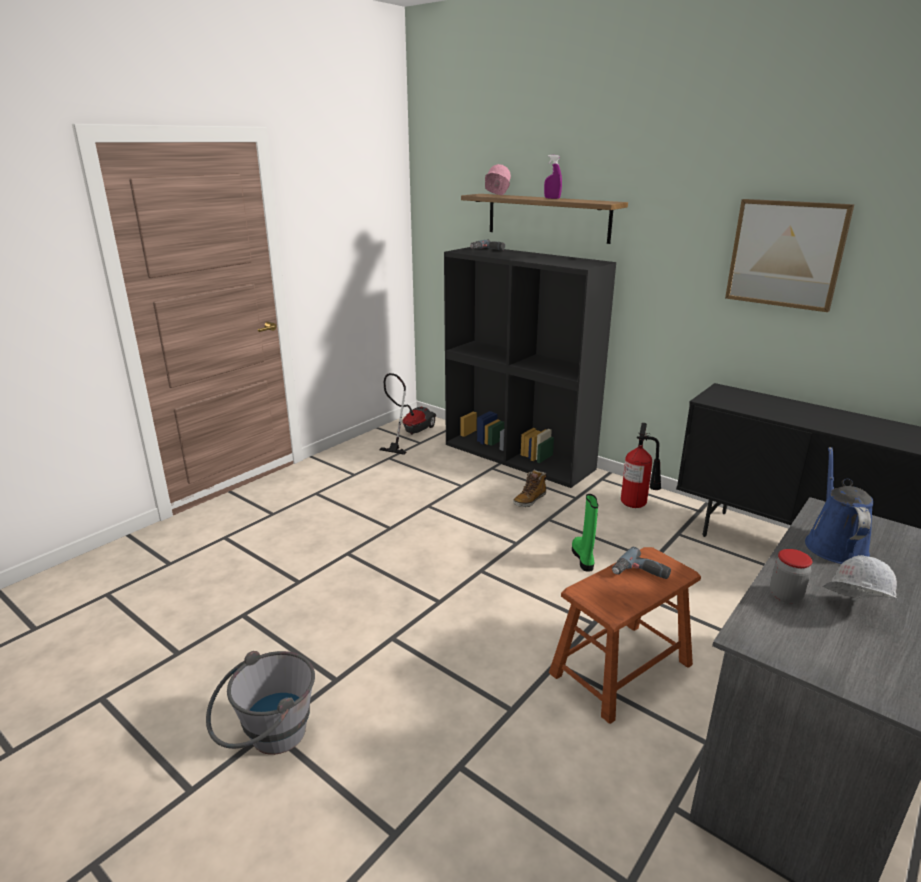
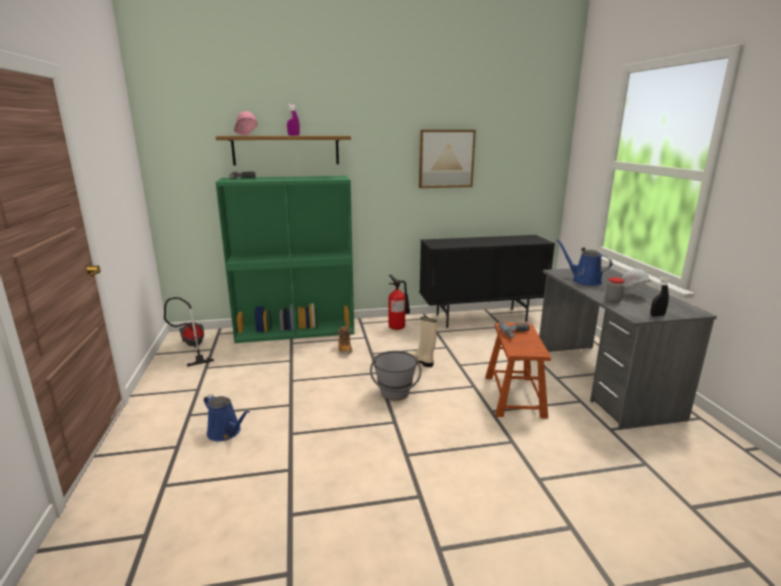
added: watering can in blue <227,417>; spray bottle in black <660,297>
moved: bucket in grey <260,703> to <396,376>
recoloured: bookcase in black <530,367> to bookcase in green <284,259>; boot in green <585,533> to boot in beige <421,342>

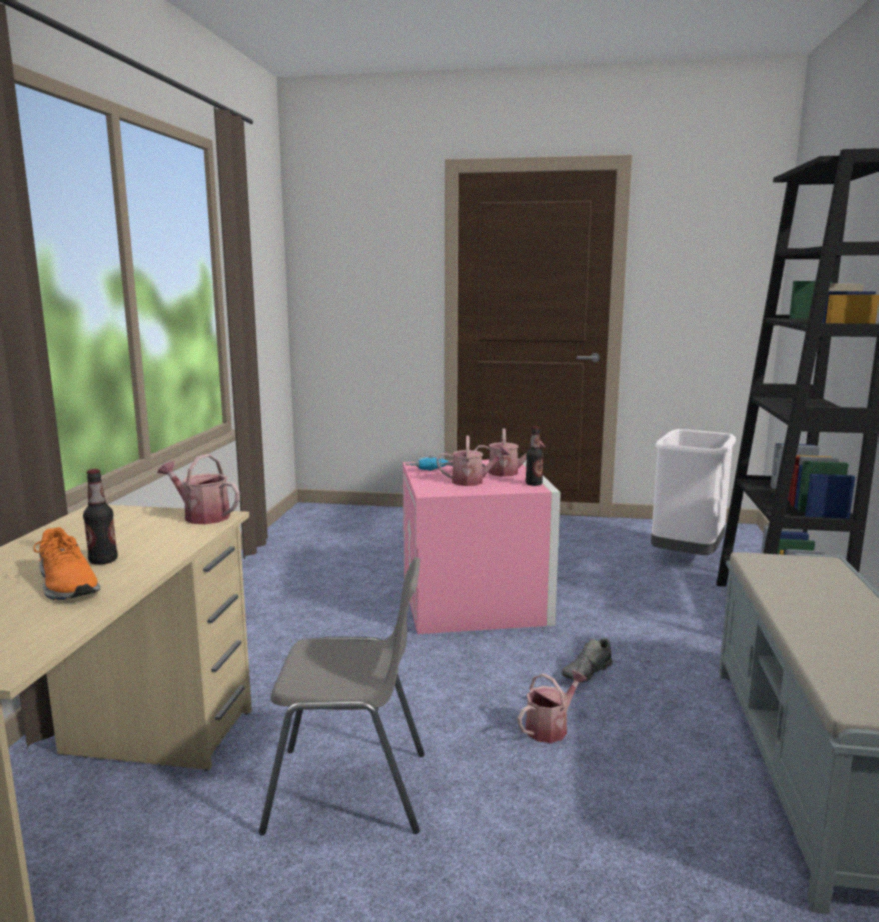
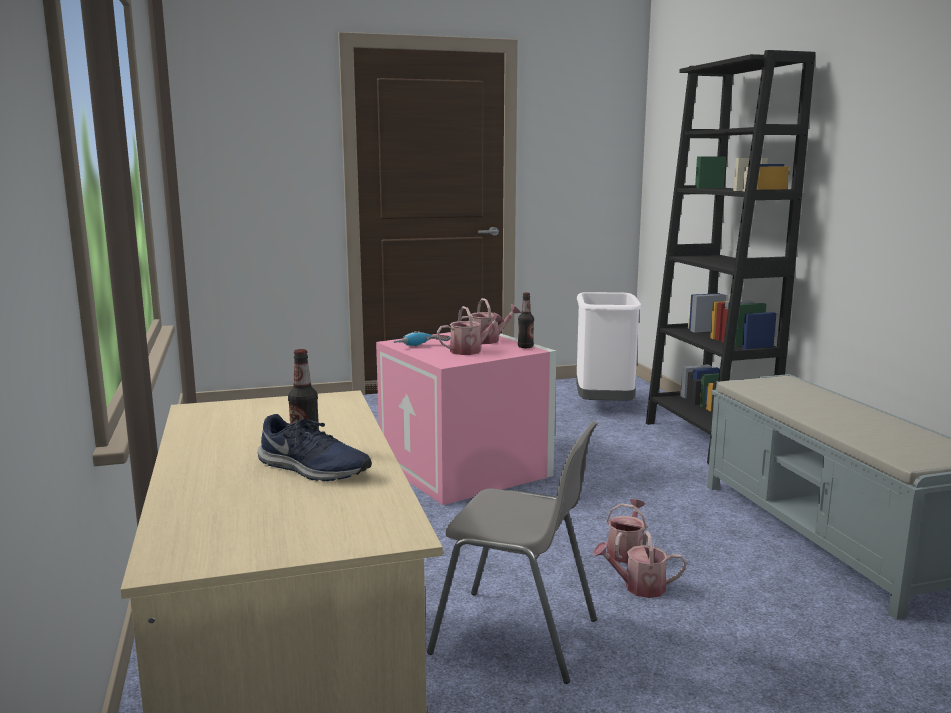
removed: shoe in grey <587,660>
moved: watering can <199,489> to <640,564>
recoloured: shoe in orange <66,563> to shoe in blue <314,447>
turned: chair in grey <341,696> = <512,552> 45 degrees clockwise

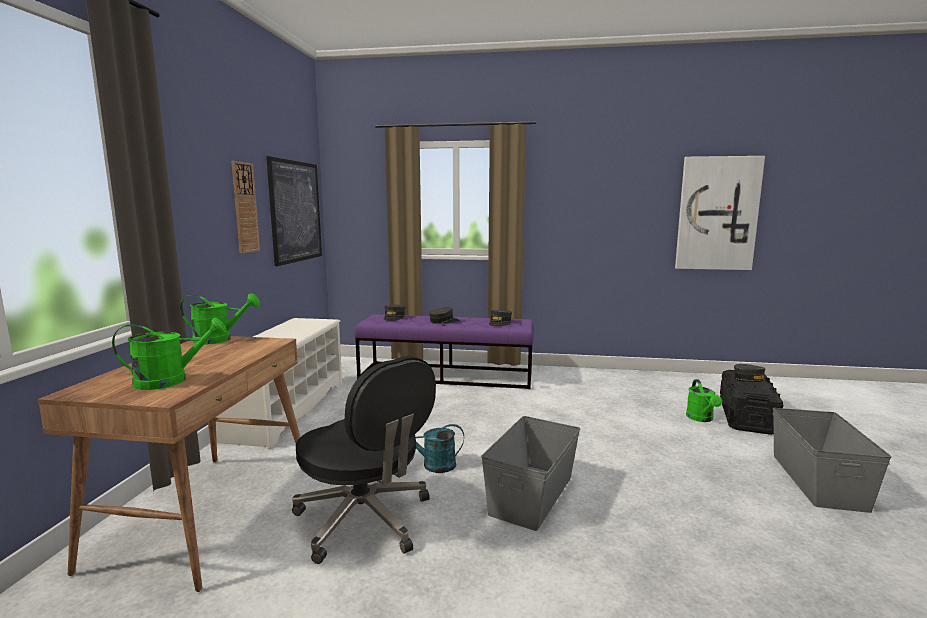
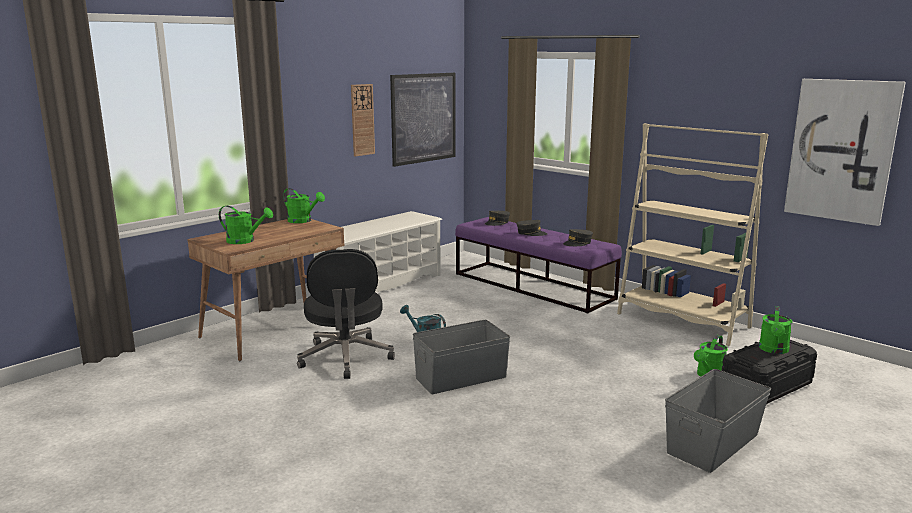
added: bookcase in beige <692,234>
replaced: cap in grey <752,376> to watering can in green <775,330>

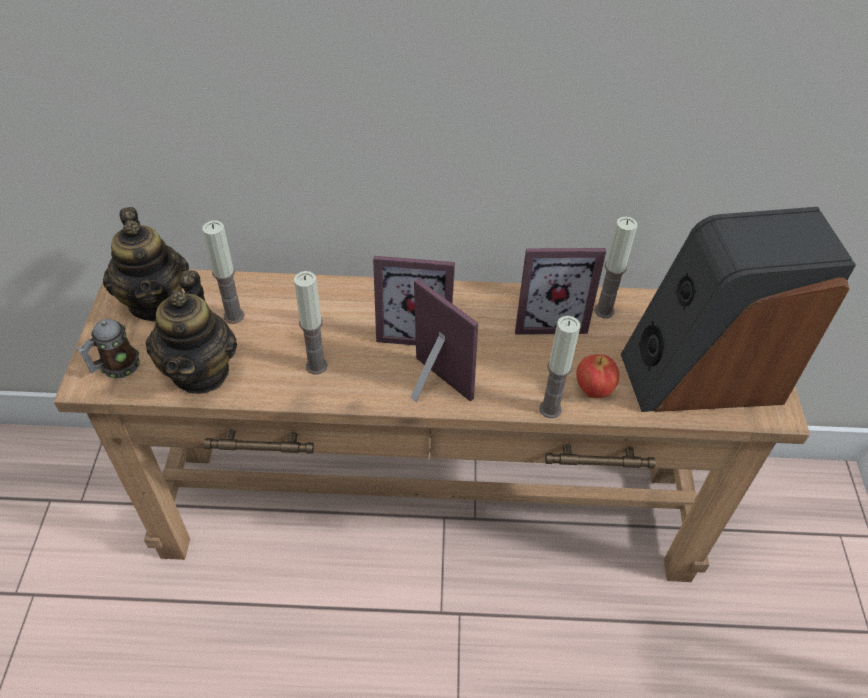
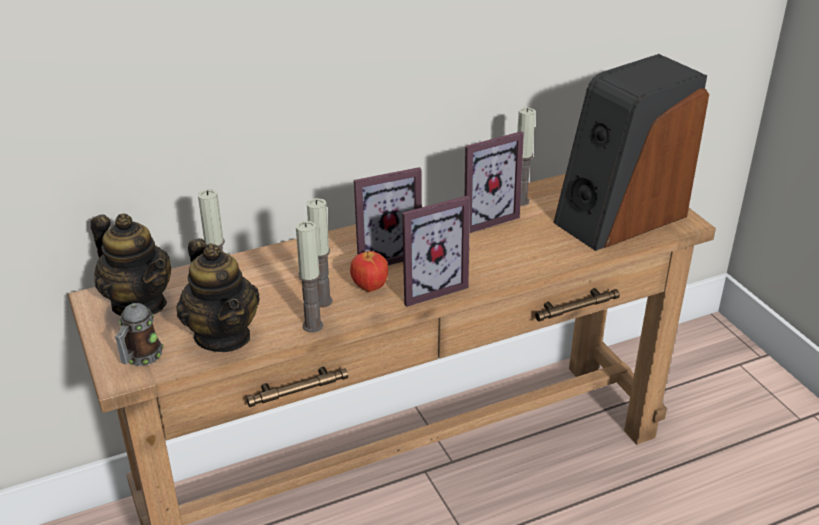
moved: candle <559,367> to <309,277>; apple <597,376> to <369,271>
turned: picture frame <444,340> = <436,251> 135 degrees clockwise

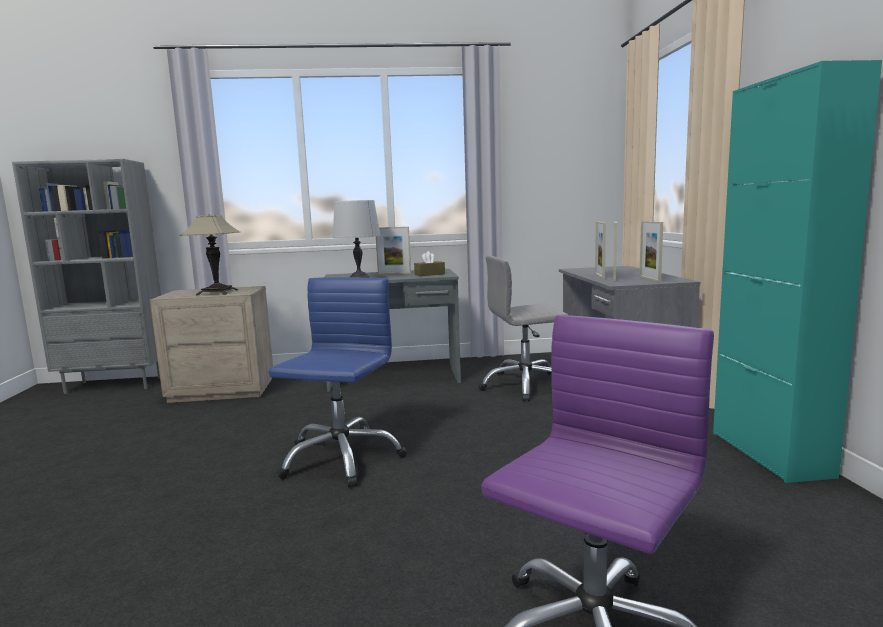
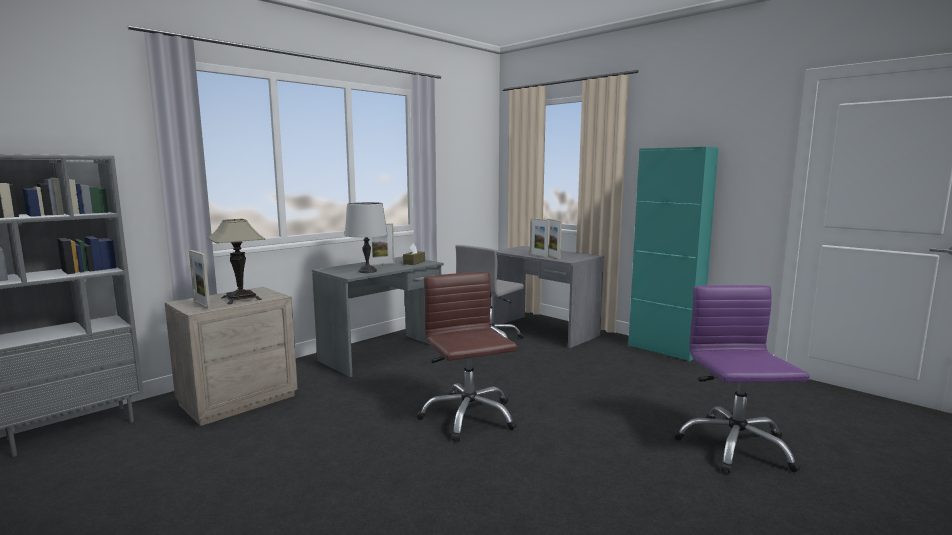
moved: picture frame <651,251> to <199,279>
recoloured: office chair in blue <338,382> to office chair in brown <467,356>

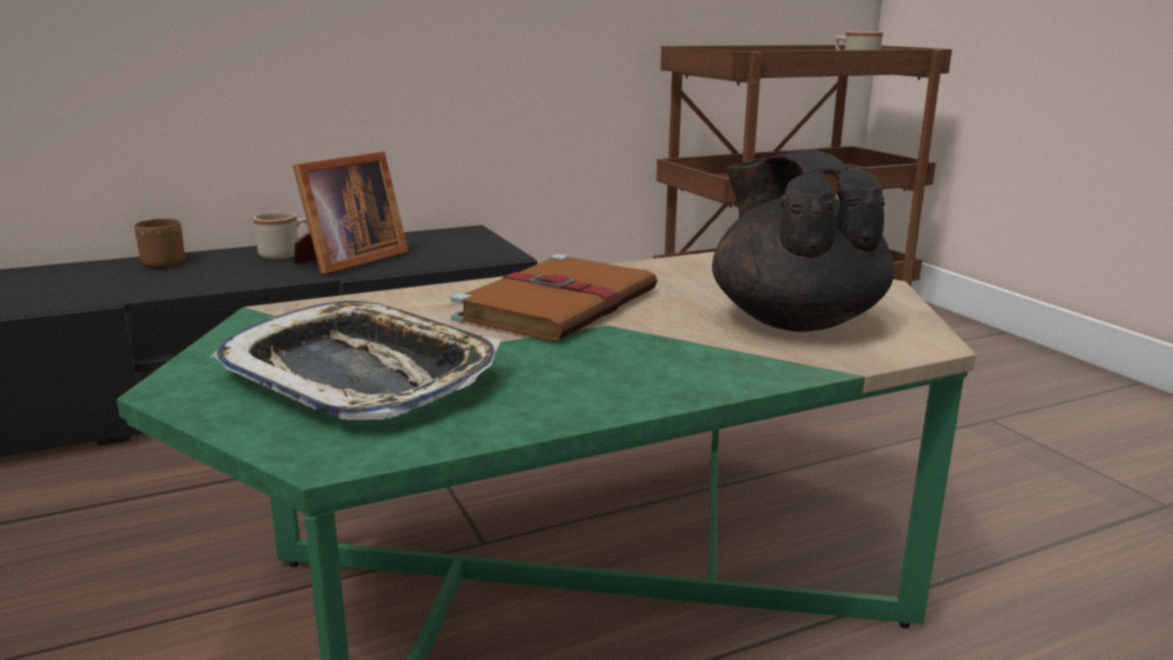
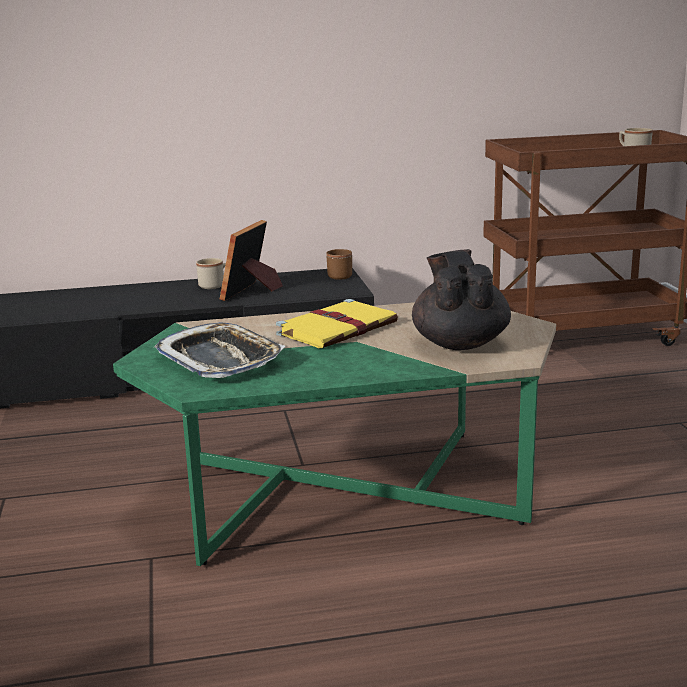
moved: mug in brown <159,243> to <339,264>
recoloured: book in brown <554,297> to book in yellow <337,323>
turned: picture frame <350,212> = <251,260> 150 degrees clockwise

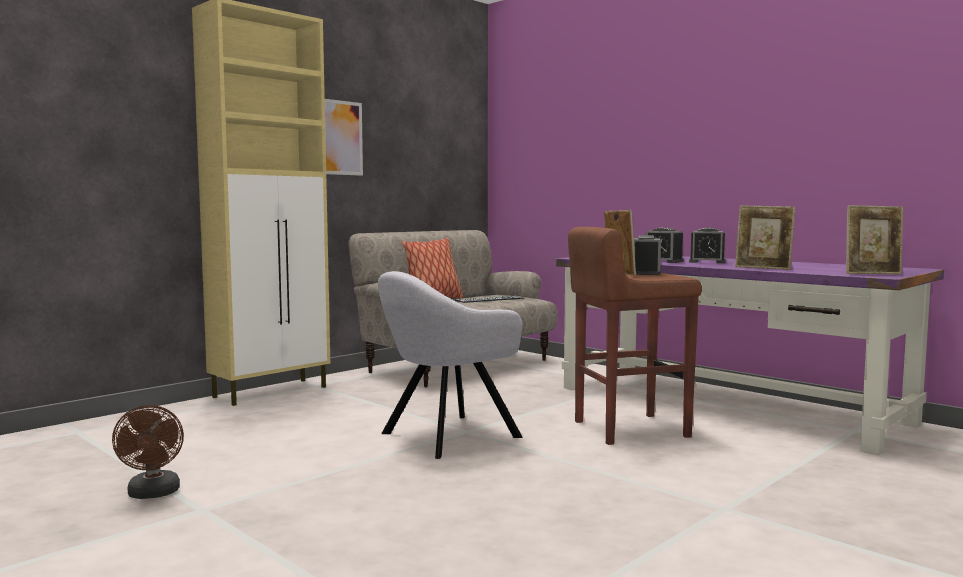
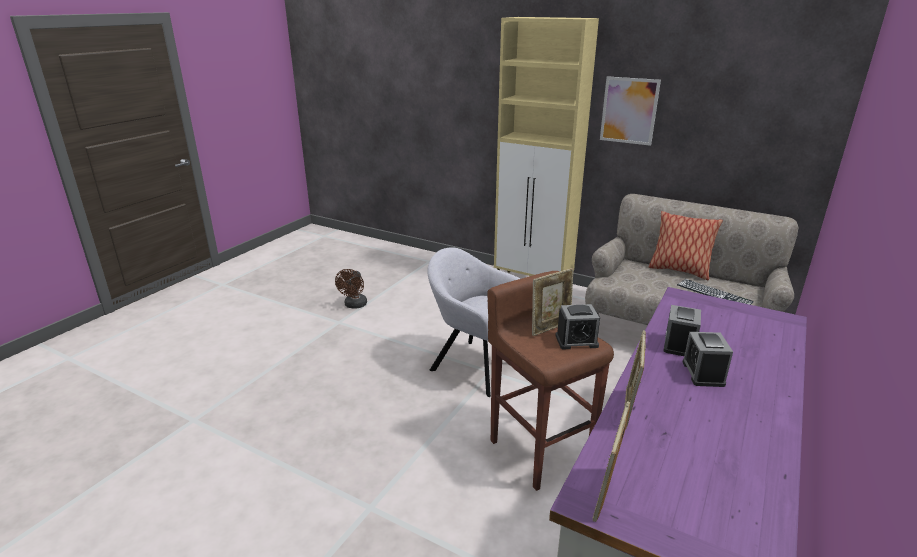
turned: fan in brown <148,452> = <351,288> 45 degrees counterclockwise; picture frame <874,239> = <611,461> 45 degrees clockwise

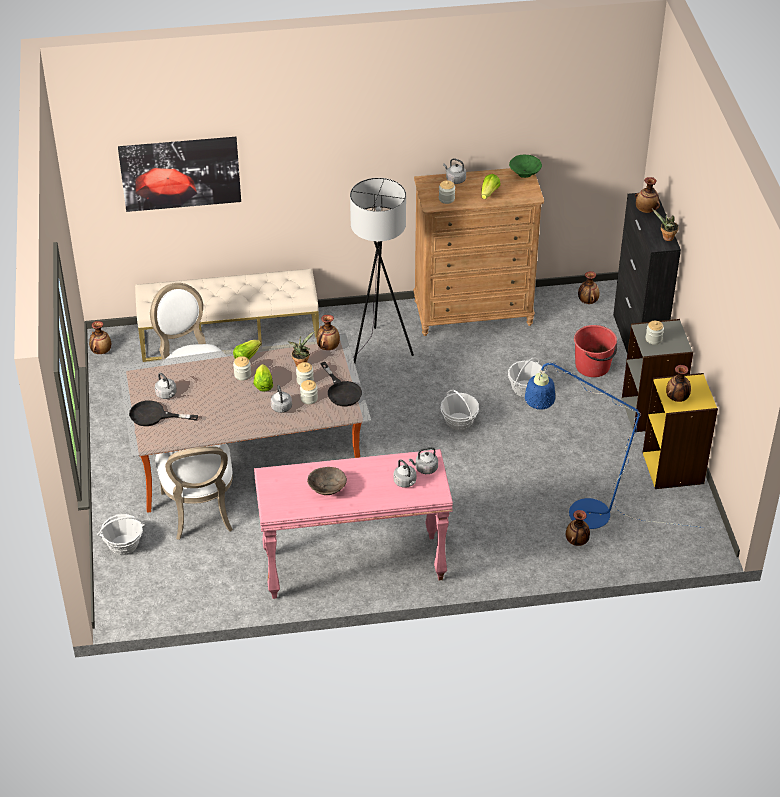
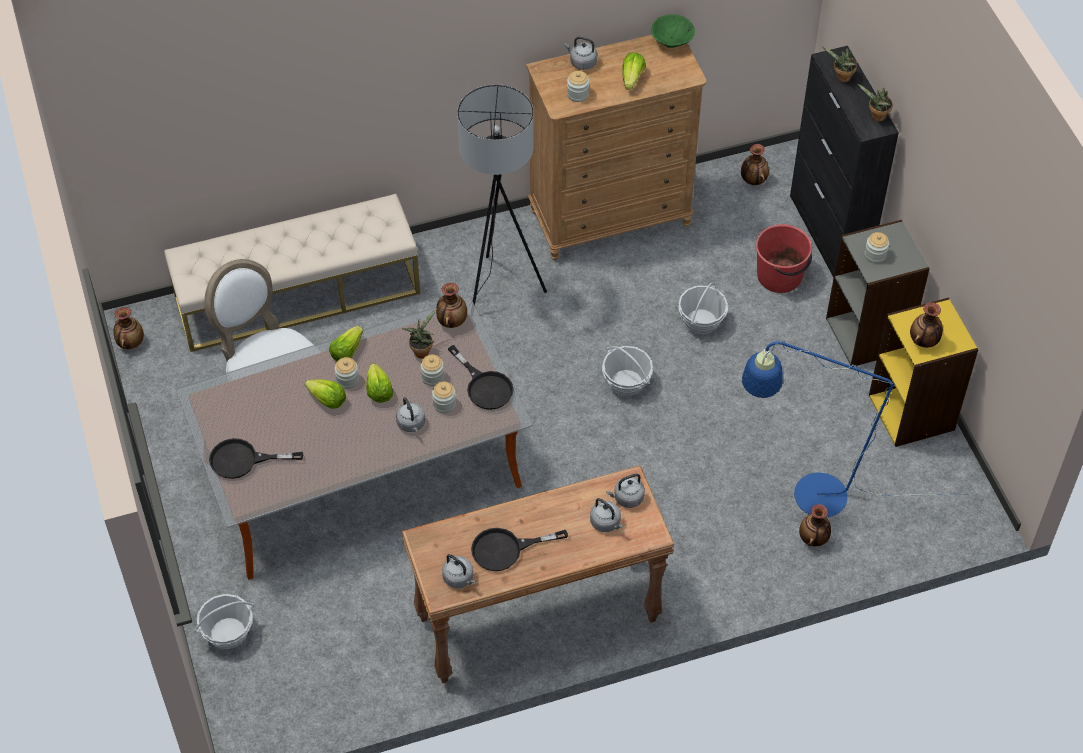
removed: picture <179,174>; chair in white <194,492>
added: lettuce <325,394>
moved: kettle in grey <166,386> to <458,571>
replaced: bowl in brown <327,481> to frying pan in black <519,549>; vase <647,195> to potted plant <839,64>
recoloured: console table in pink <353,524> to console table in brown <538,574>

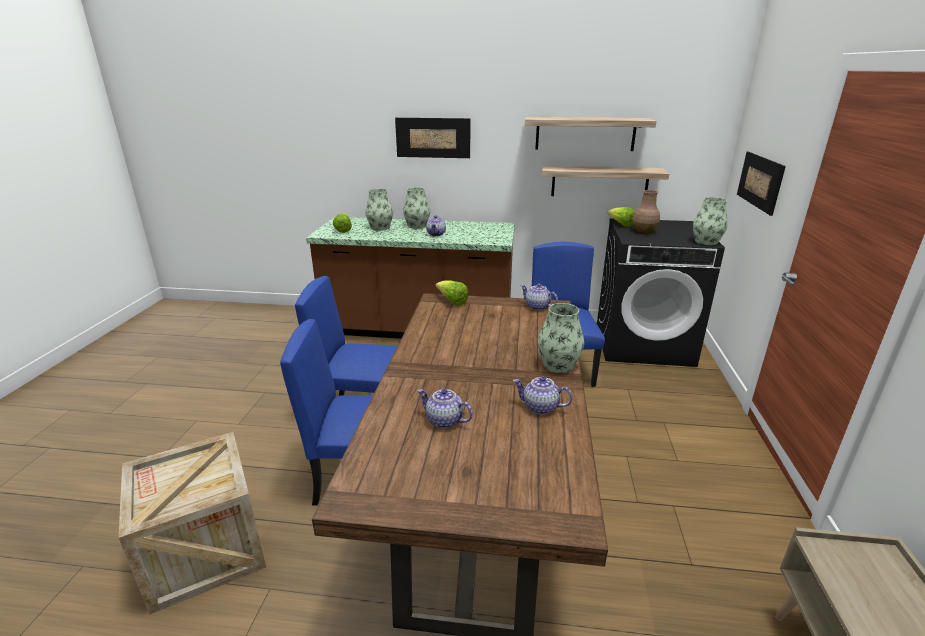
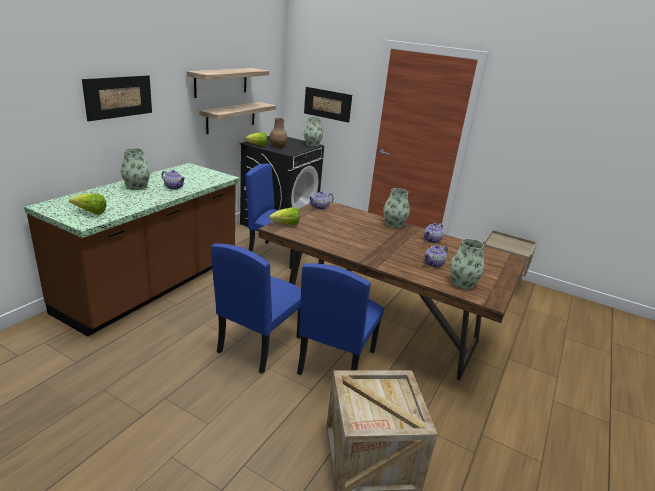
moved: vase <379,210> to <467,264>

